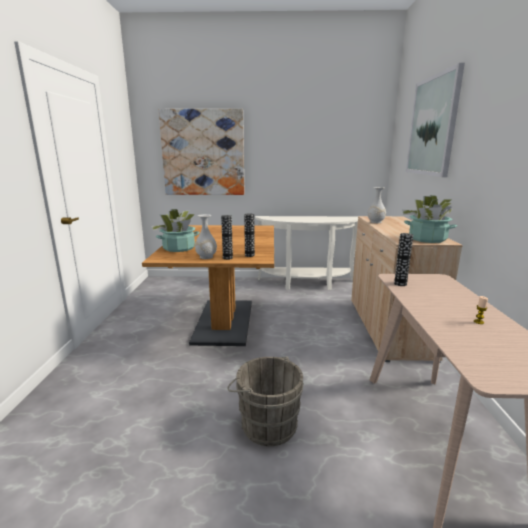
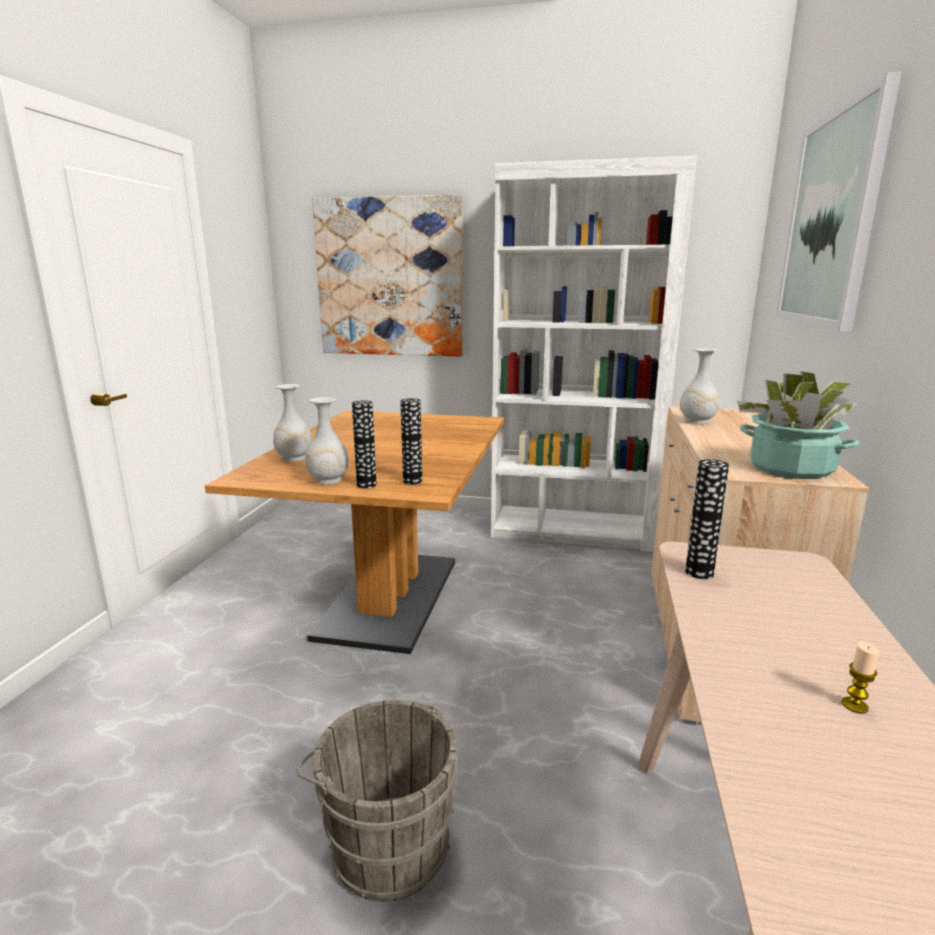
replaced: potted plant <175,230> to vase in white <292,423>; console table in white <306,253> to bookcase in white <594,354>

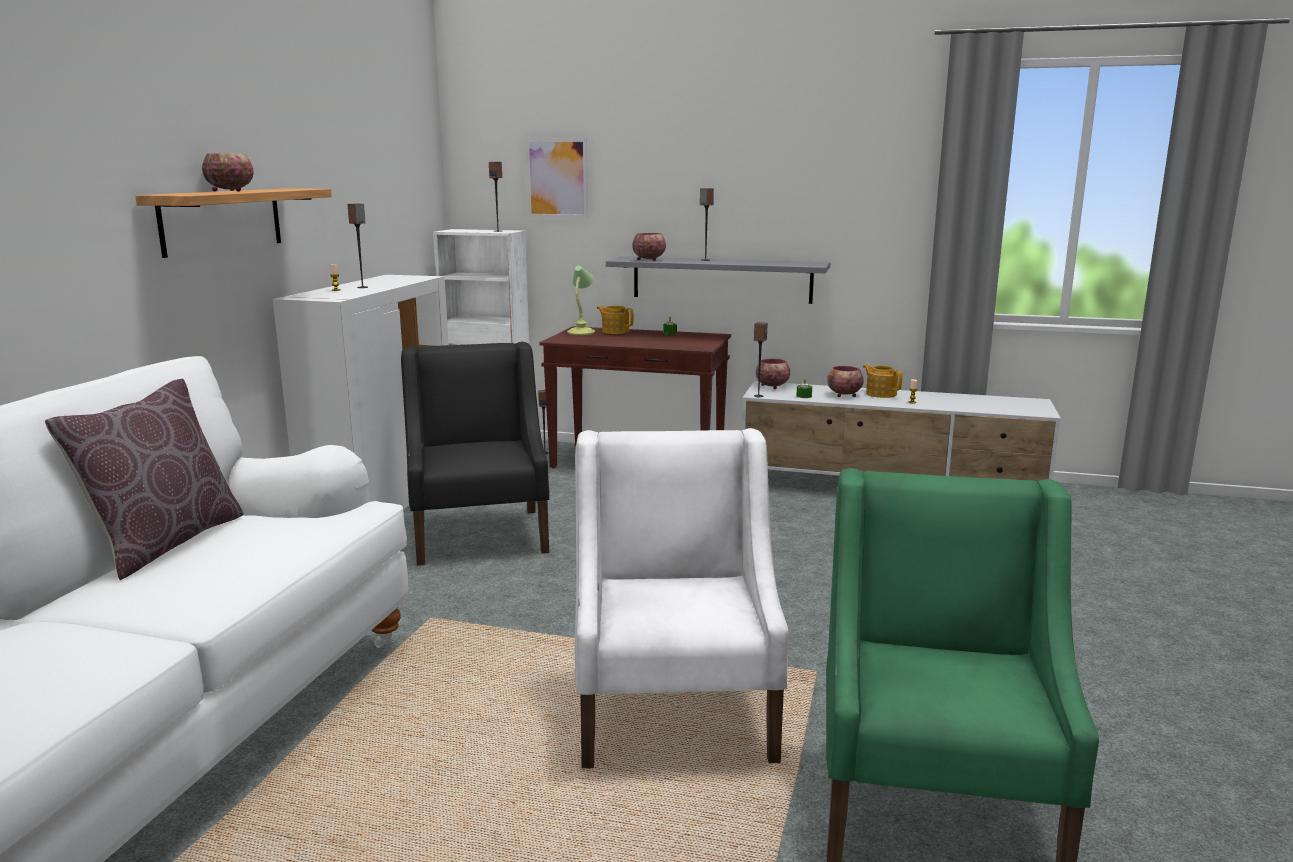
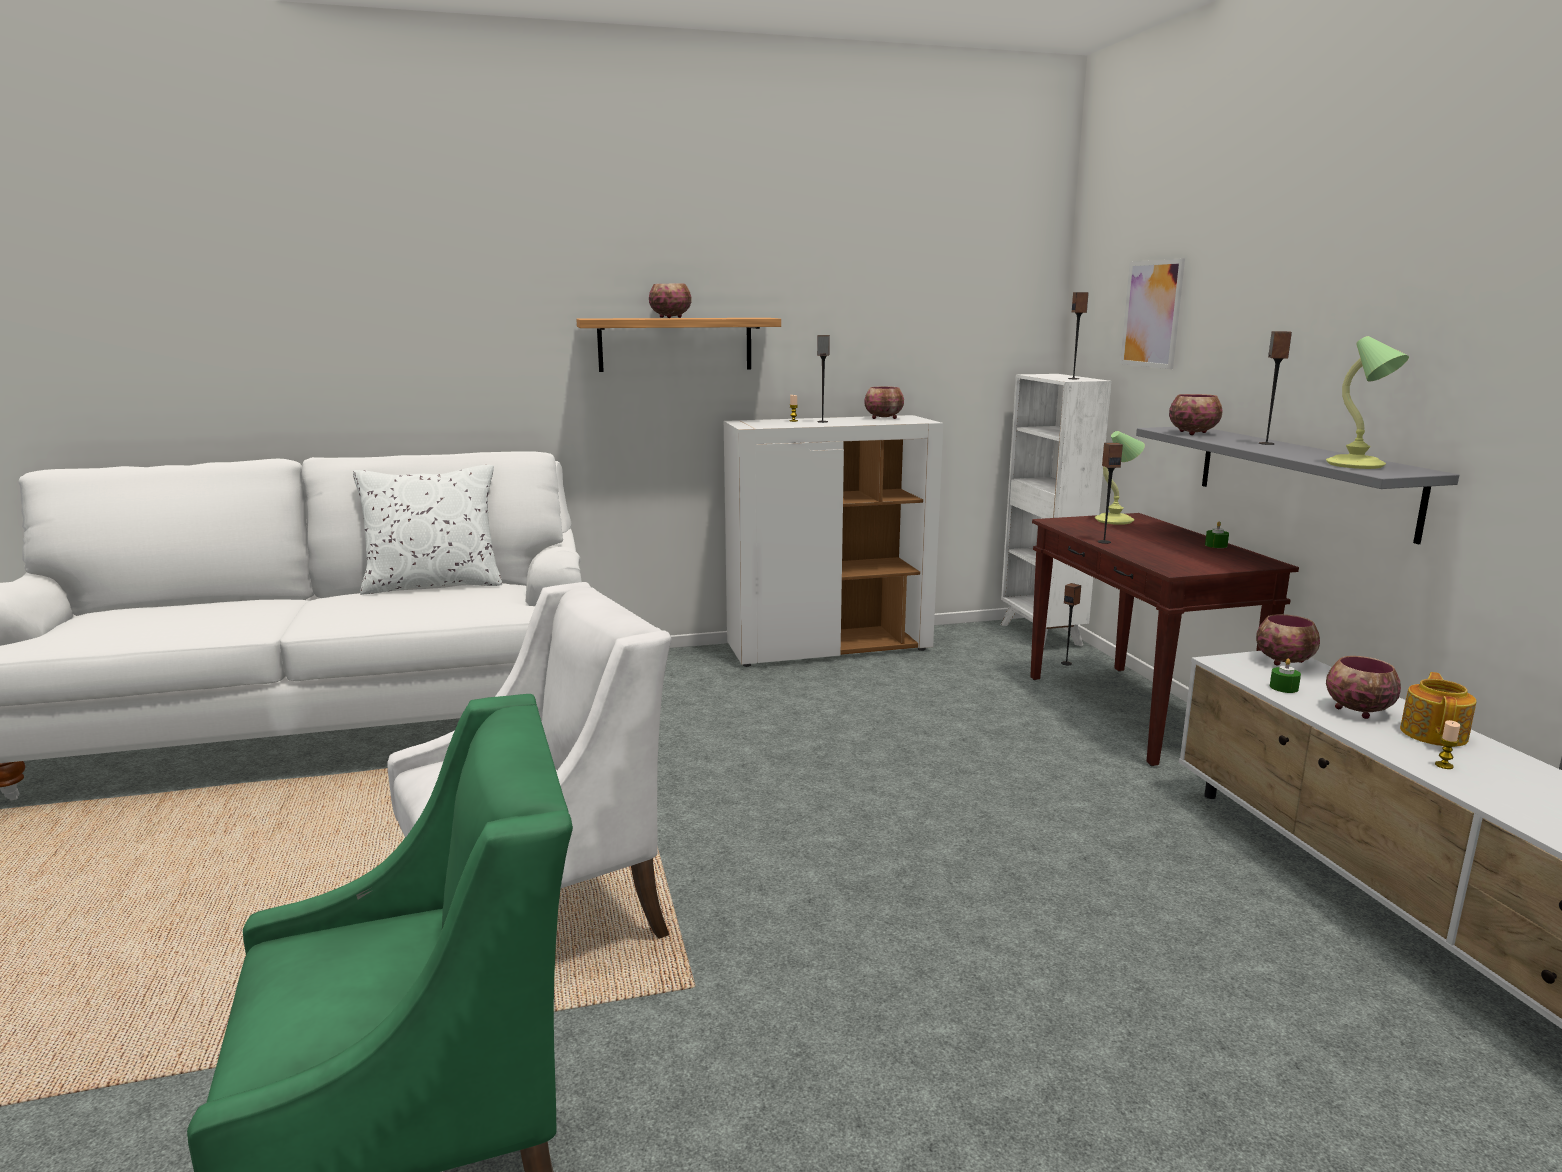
removed: armchair in black <475,454>; teapot <615,320>
added: bowl <884,402>; table lamp <1367,402>
moved: speaker <761,359> to <1110,493>
recoloured: pillow in brown <144,479> to pillow in white <427,530>

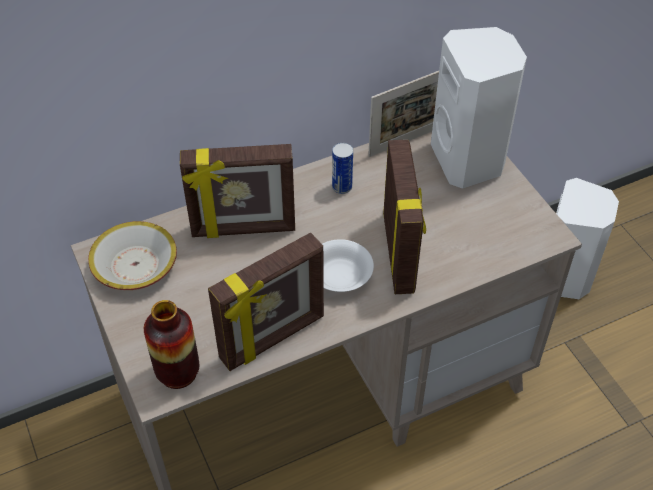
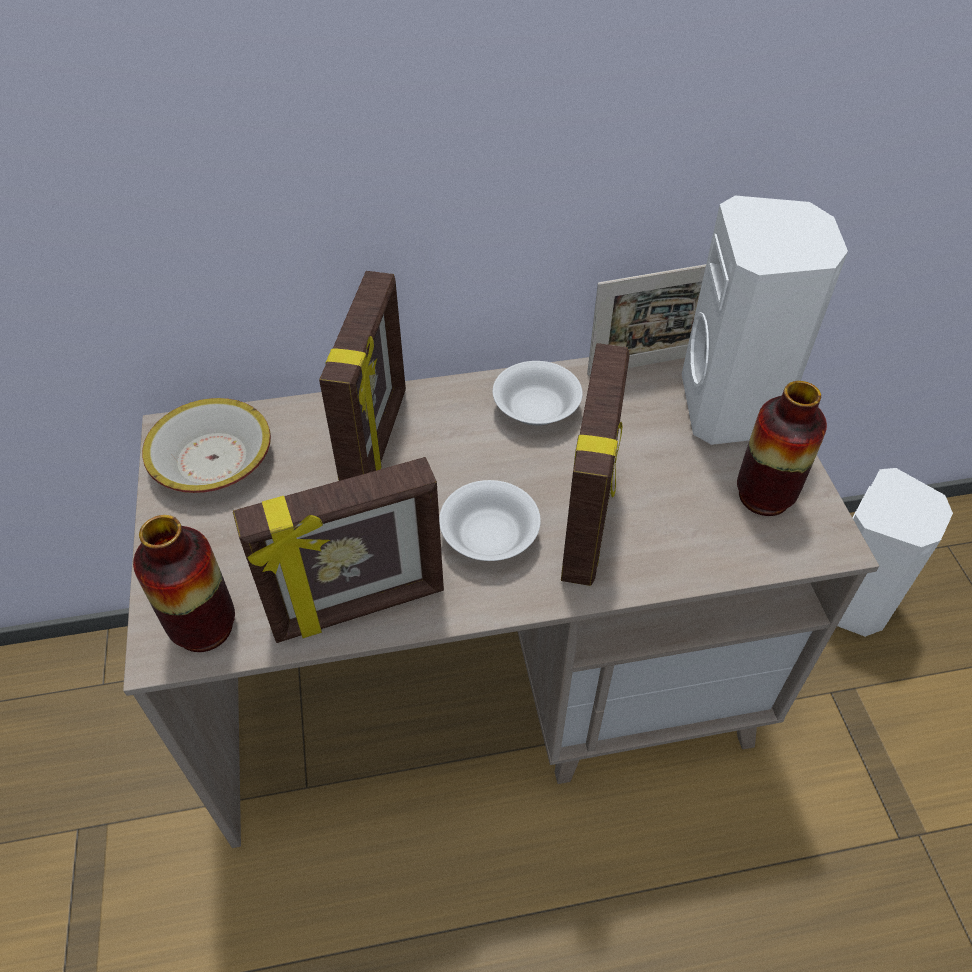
added: vase <782,448>
replaced: can <342,168> to bowl in white <538,393>
turned: picture frame <237,191> = <362,376> 90 degrees counterclockwise

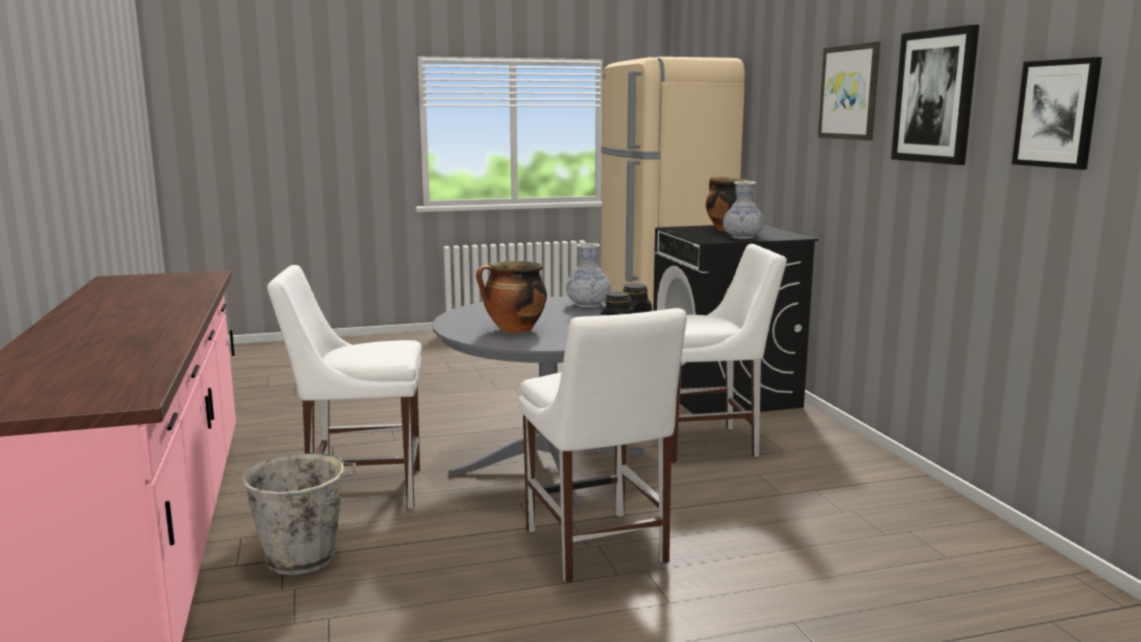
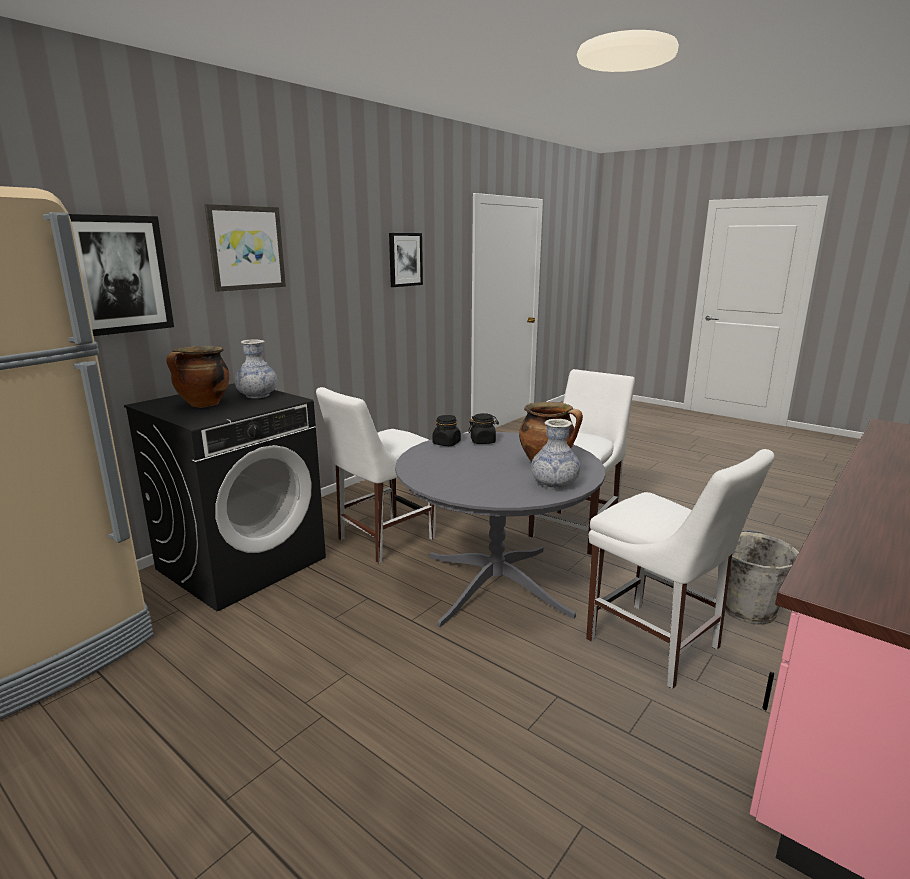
moved: vase <588,275> to <555,454>; picture <935,95> to <121,275>
turned: chair in white <729,353> = <376,475> 90 degrees counterclockwise

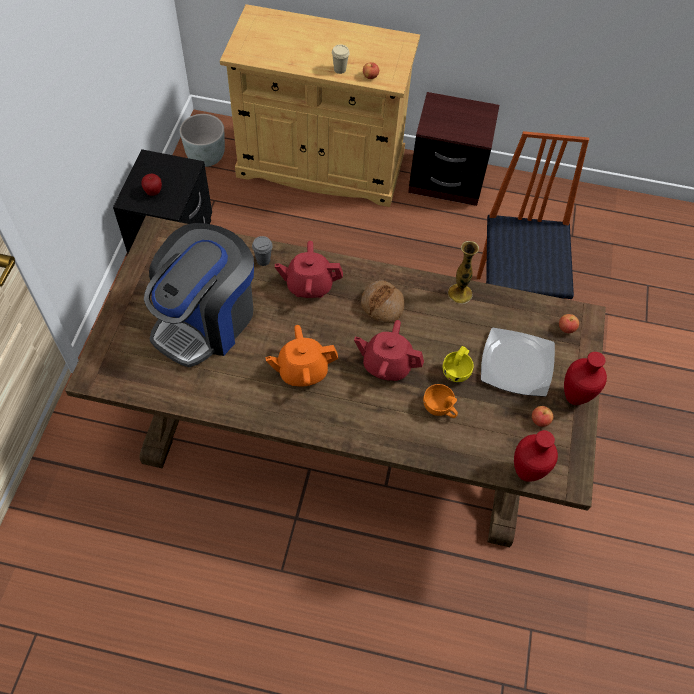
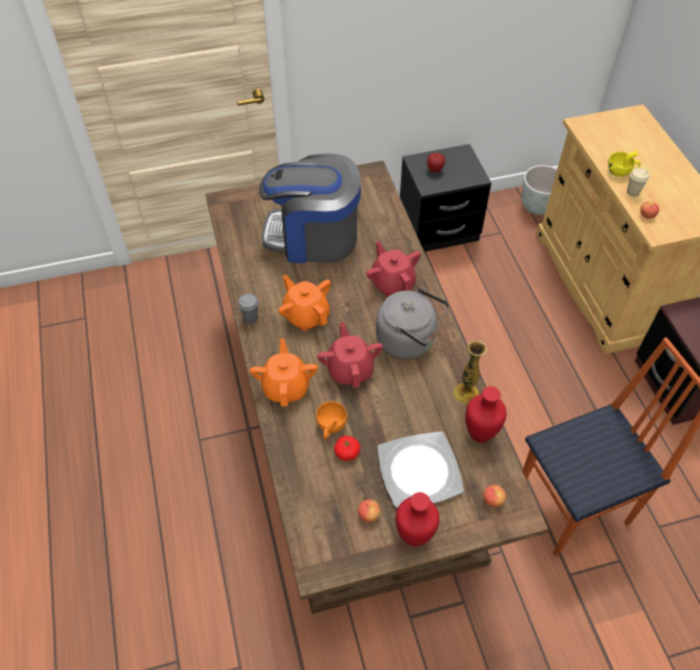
added: teapot in orange <284,372>; tomato <347,448>
moved: cup in grey <262,251> to <248,308>; cup in yellow <458,364> to <624,164>; vase in red <536,456> to <486,414>
replaced: bread <382,301> to kettle in grey <412,323>

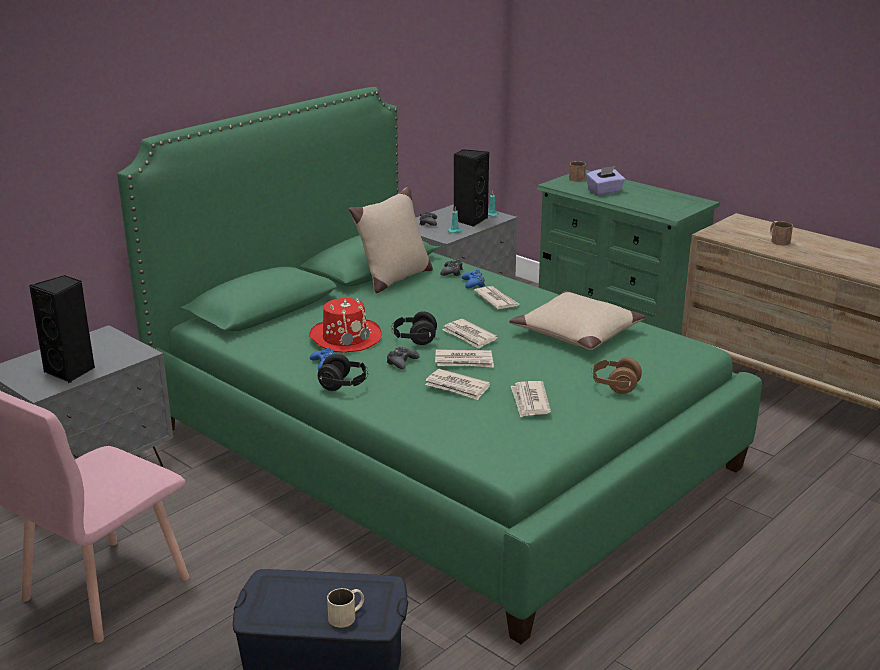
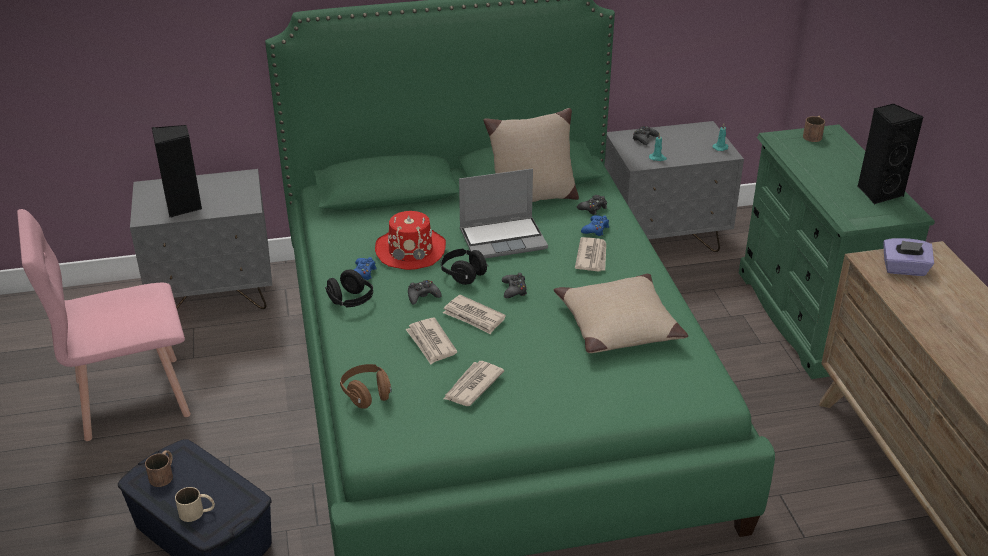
added: laptop <503,213>
moved: speaker in black <471,188> to <890,153>; tissue box in purple <605,180> to <908,257>; headphones in brown <616,375> to <365,386>; mug in brown <781,233> to <159,468>
replaced: newspaper <470,334> to game controller in black <514,285>

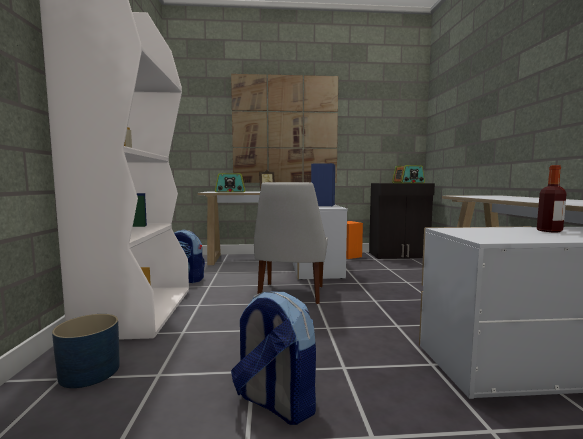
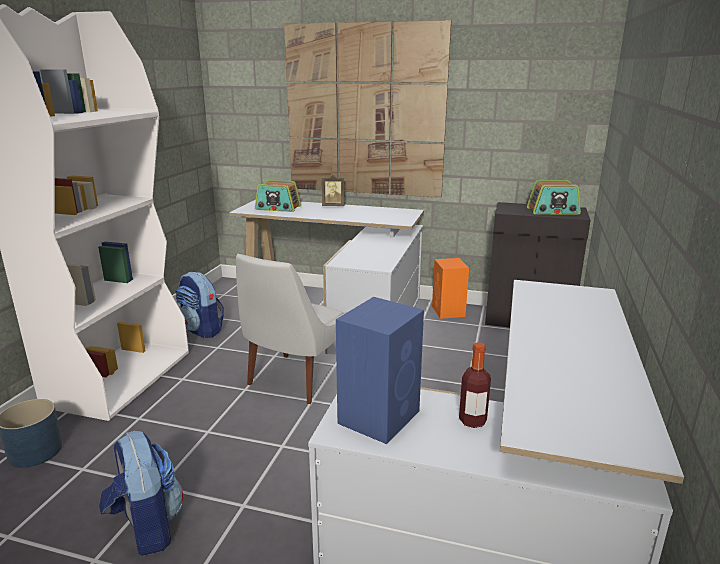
moved: speaker in blue <323,184> to <380,370>

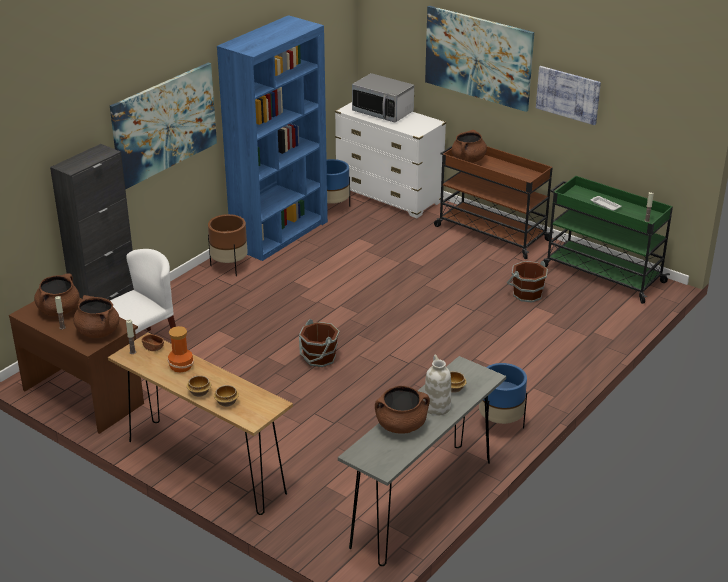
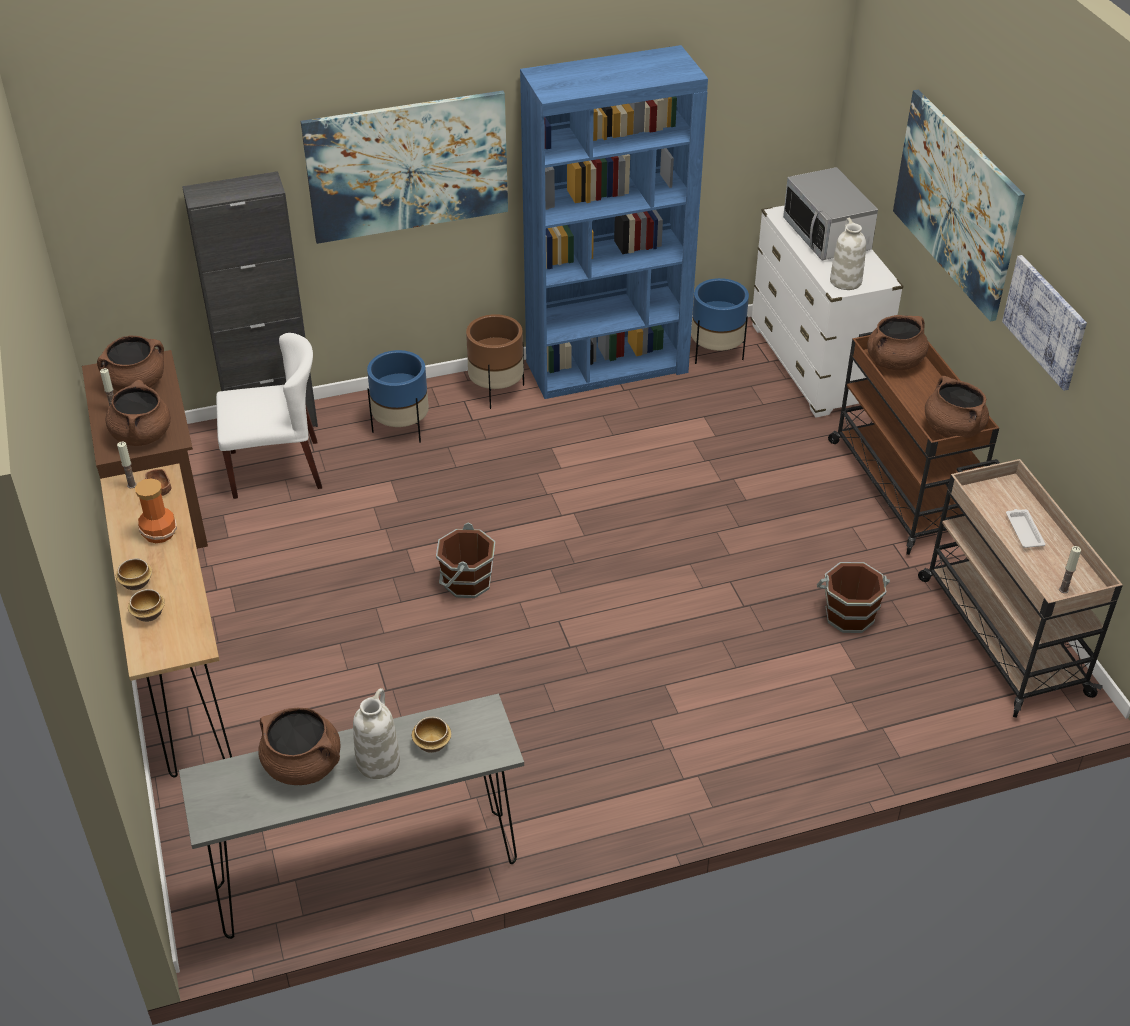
added: vase in white <848,254>; cooking pot in brown <957,407>
moved: planter in blue <503,395> to <398,396>
recoloured: cart in green <608,240> to cart in beige <1020,588>

